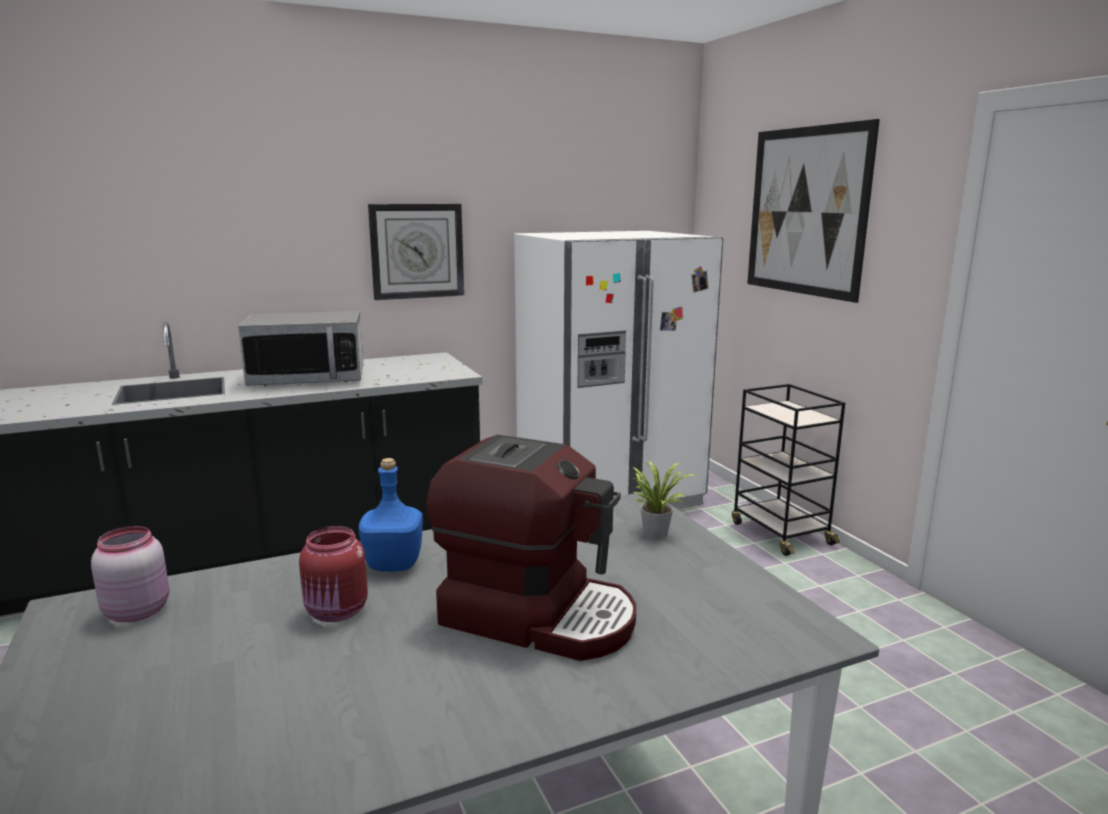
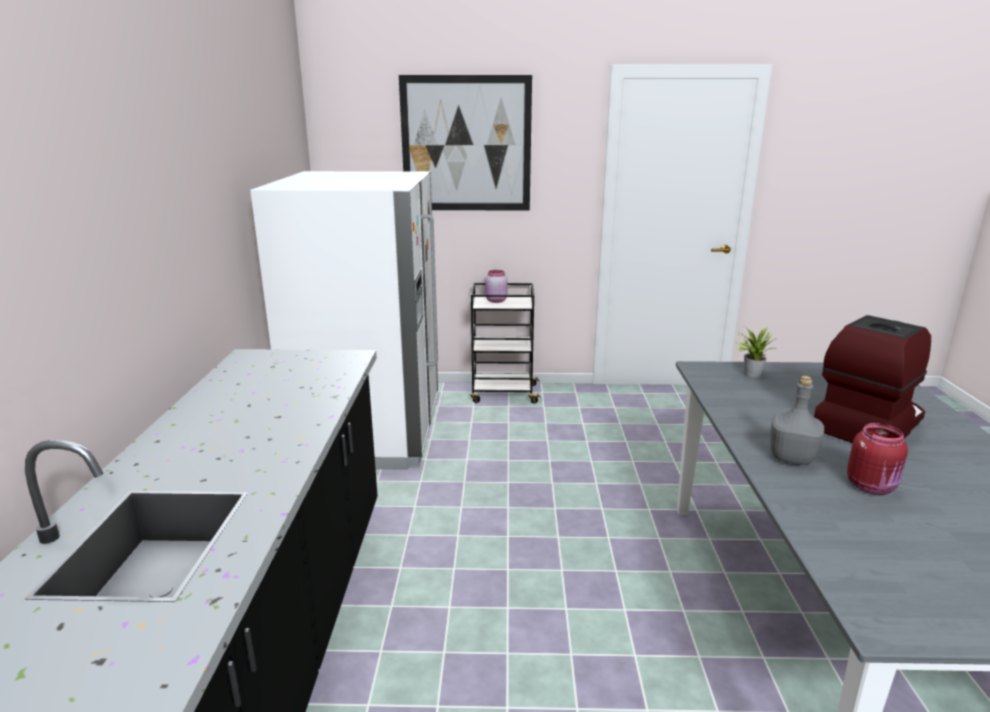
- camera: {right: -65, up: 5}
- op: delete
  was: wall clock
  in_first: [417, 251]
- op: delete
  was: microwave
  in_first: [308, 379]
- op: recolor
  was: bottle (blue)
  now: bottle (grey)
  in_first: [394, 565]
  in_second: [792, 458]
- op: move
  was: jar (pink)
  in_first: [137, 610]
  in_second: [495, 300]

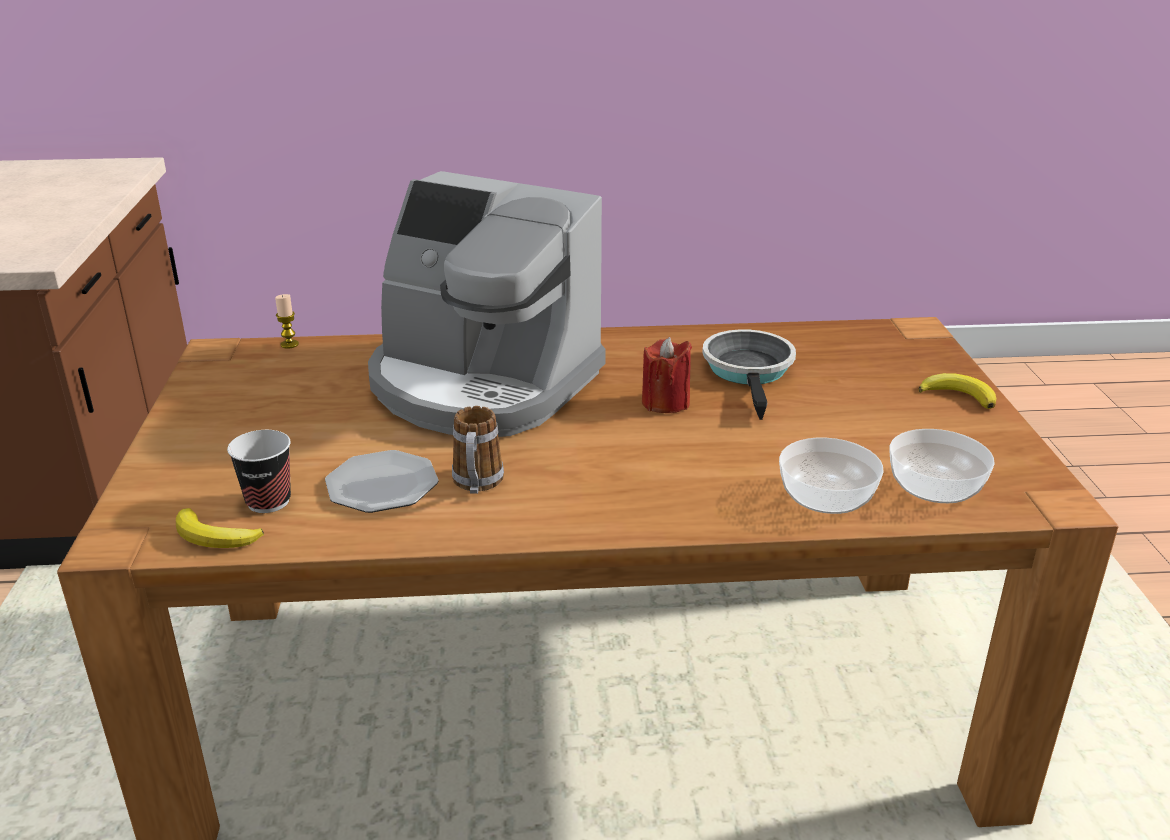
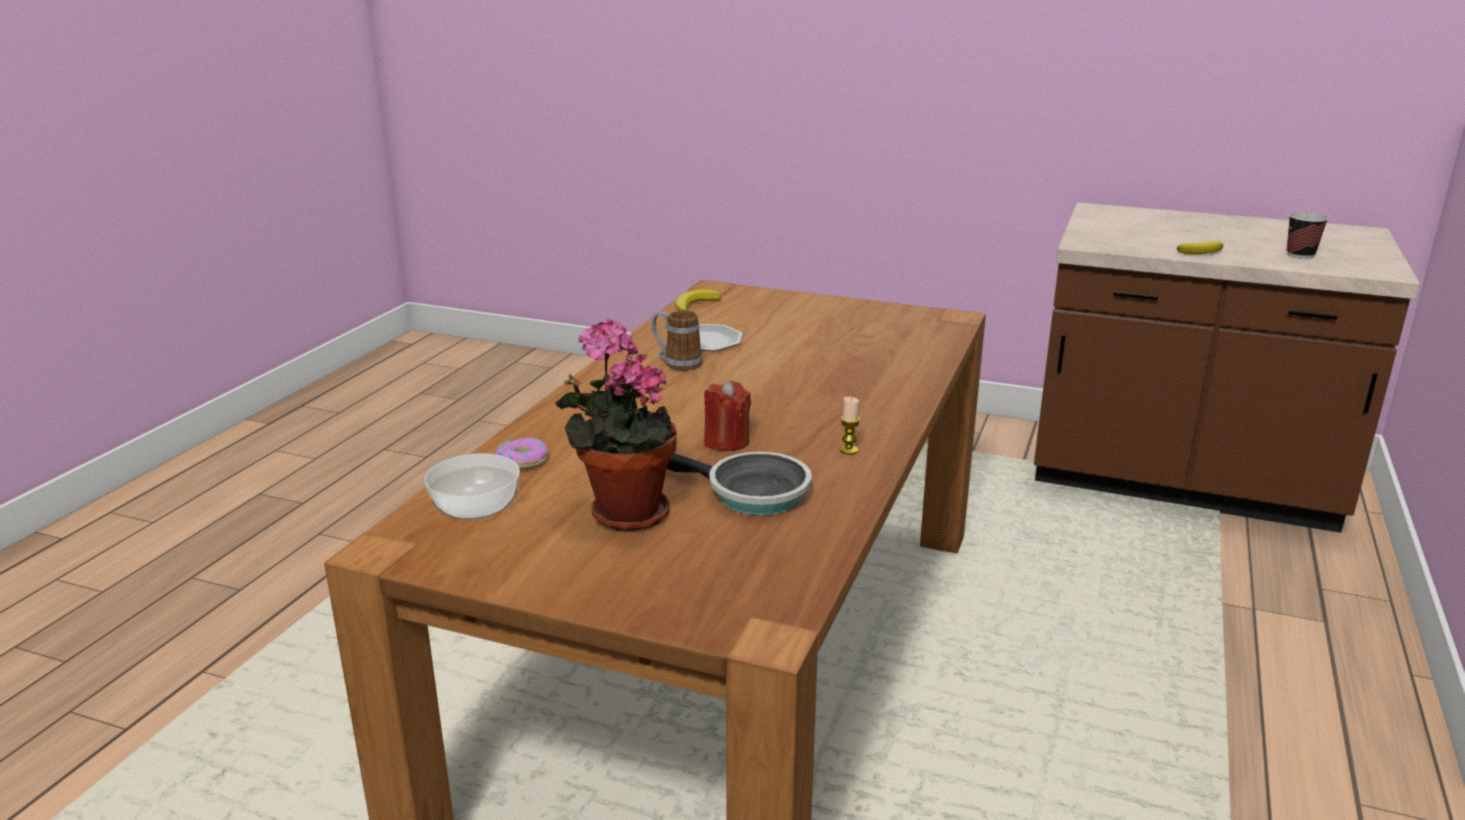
- camera: {right: 115, up: -5}
- op: delete
  was: coffee machine
  in_first: [481, 385]
- op: move
  was: candle
  in_first: [289, 344]
  in_second: [848, 450]
- op: move
  was: banana
  in_first: [958, 395]
  in_second: [1202, 251]
- op: move
  was: cup
  in_first: [268, 501]
  in_second: [1300, 255]
- op: replace
  was: bowl
  now: donut
  in_first: [827, 496]
  in_second: [522, 461]
- op: insert
  now: potted plant
  in_second: [622, 513]

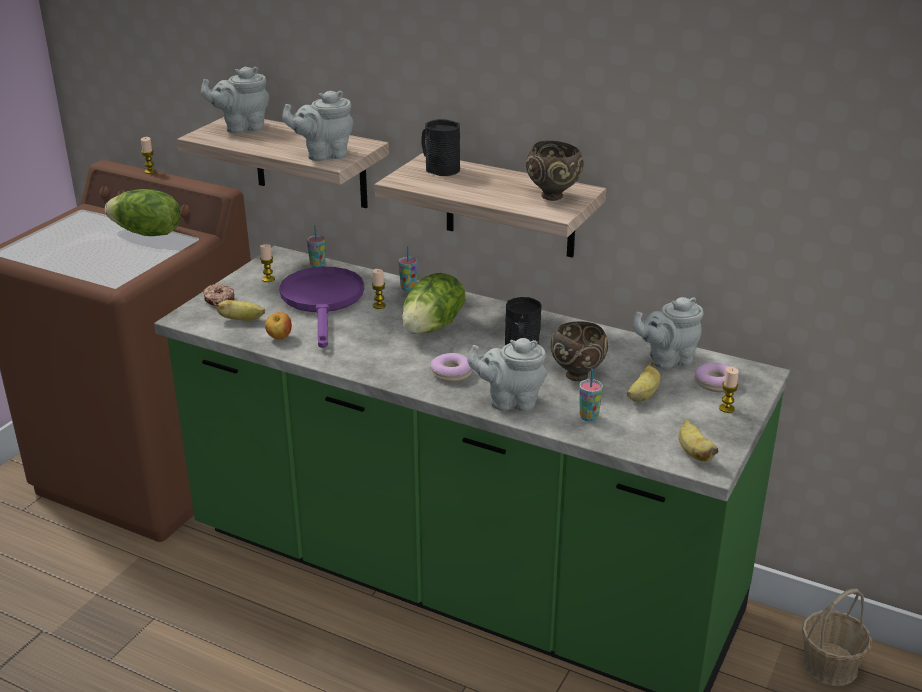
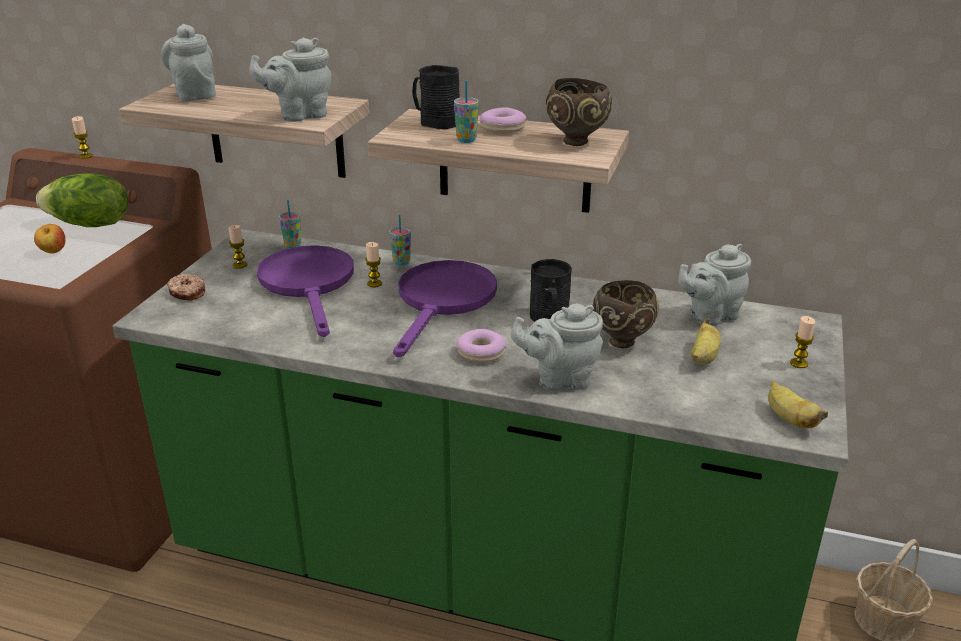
- camera: {right: -10, up: 0}
- op: rotate
  was: teapot (grey)
  in_first: [242, 128]
  in_second: [195, 94]
  clockwise: 90
- op: replace
  was: lettuce
  now: frying pan (purple)
  in_first: [433, 326]
  in_second: [443, 301]
- op: delete
  was: banana
  in_first: [242, 320]
- op: move
  was: apple
  in_first: [279, 338]
  in_second: [53, 252]
- op: move
  was: donut
  in_first: [715, 383]
  in_second: [502, 128]
- op: move
  was: cup
  in_first: [589, 417]
  in_second: [466, 140]

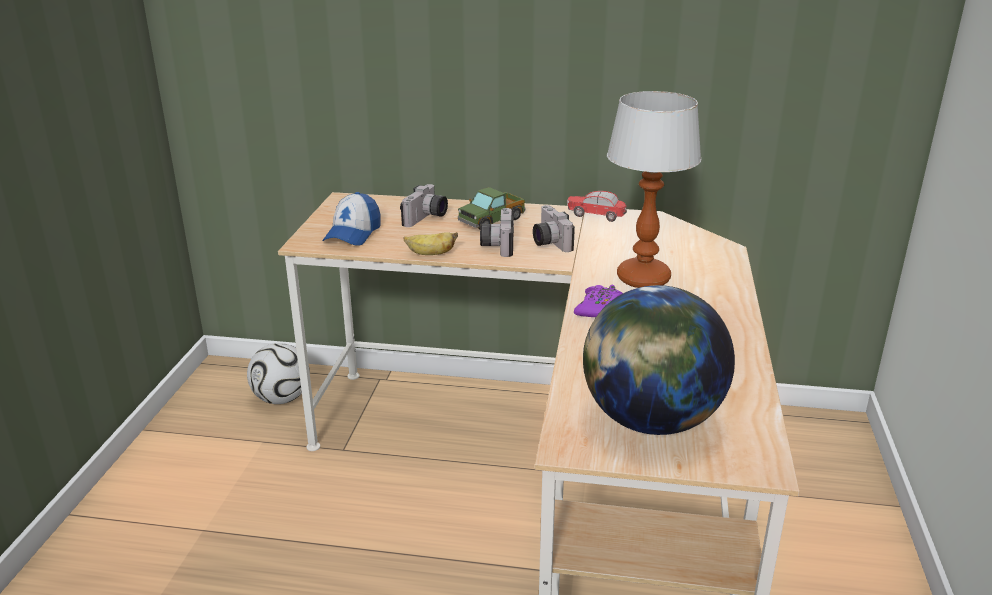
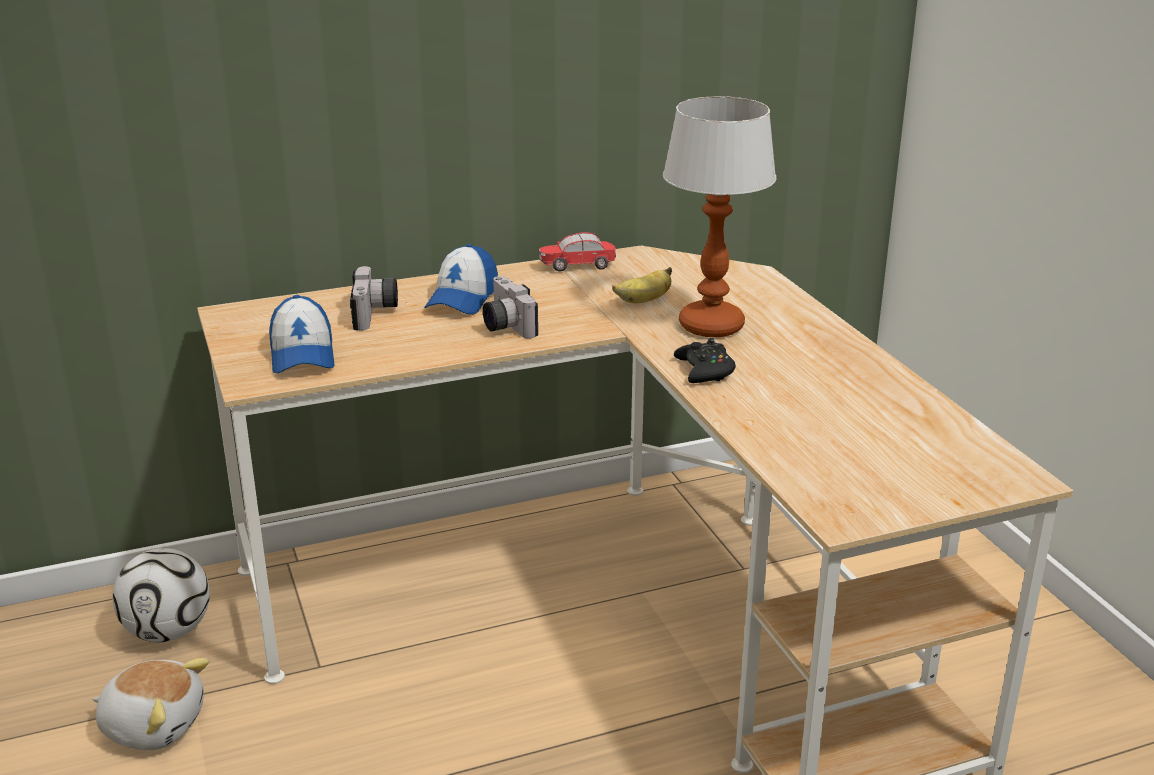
- camera: {right: -30, up: 0}
- op: replace
  was: toy truck
  now: cap
  in_first: [492, 221]
  in_second: [462, 299]
- op: delete
  was: photo camera
  in_first: [548, 242]
- op: move
  was: banana
  in_first: [430, 254]
  in_second: [644, 301]
- op: recolor
  was: game controller (purple)
  now: game controller (black)
  in_first: [599, 309]
  in_second: [705, 370]
- op: delete
  was: globe
  in_first: [650, 421]
- op: insert
  now: plush toy
  in_second: [154, 724]

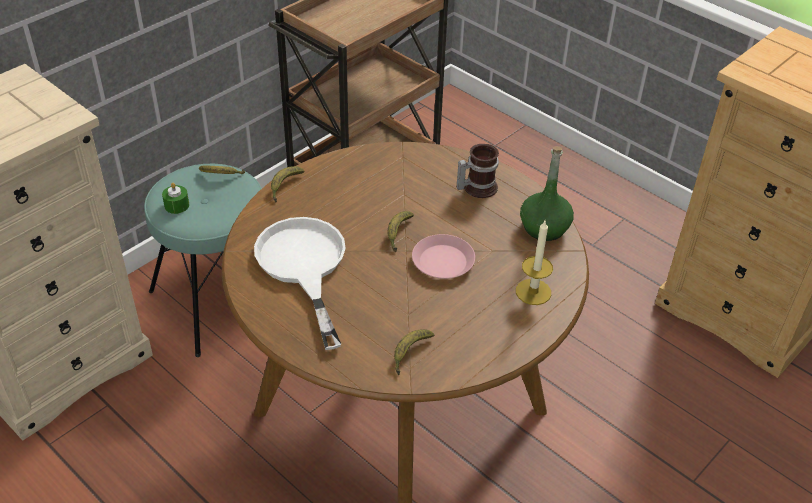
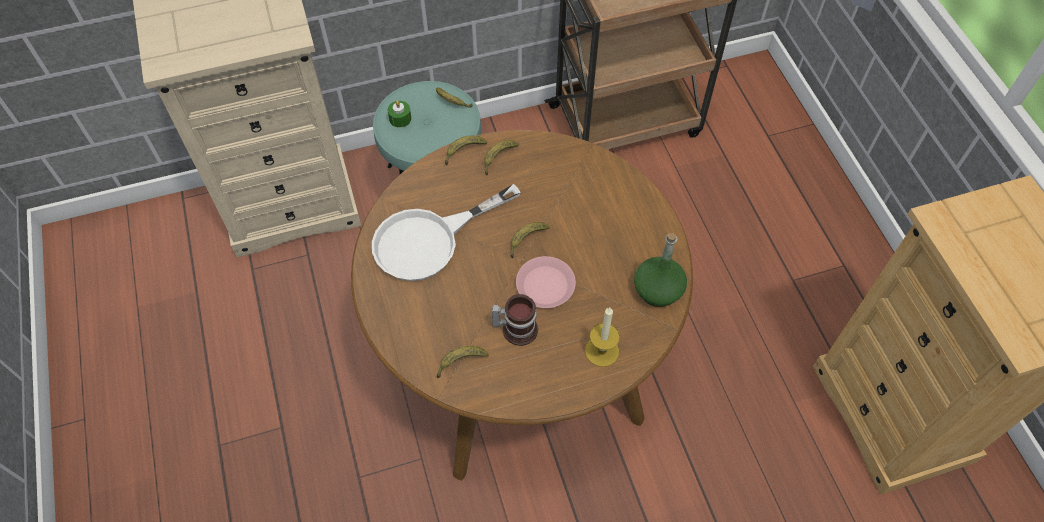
- camera: {right: 30, up: 15}
- op: move
  was: mug
  in_first: [476, 187]
  in_second: [516, 327]
- op: rotate
  was: frying pan (white)
  in_first: [304, 267]
  in_second: [429, 240]
  clockwise: -135
- op: insert
  now: banana
  in_second: [498, 158]

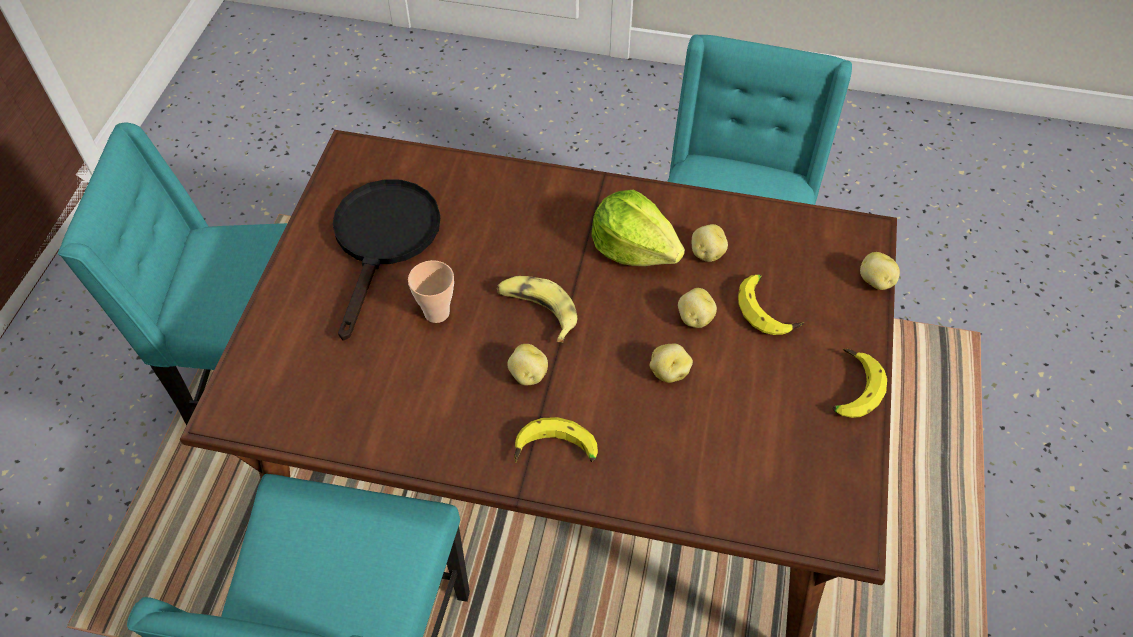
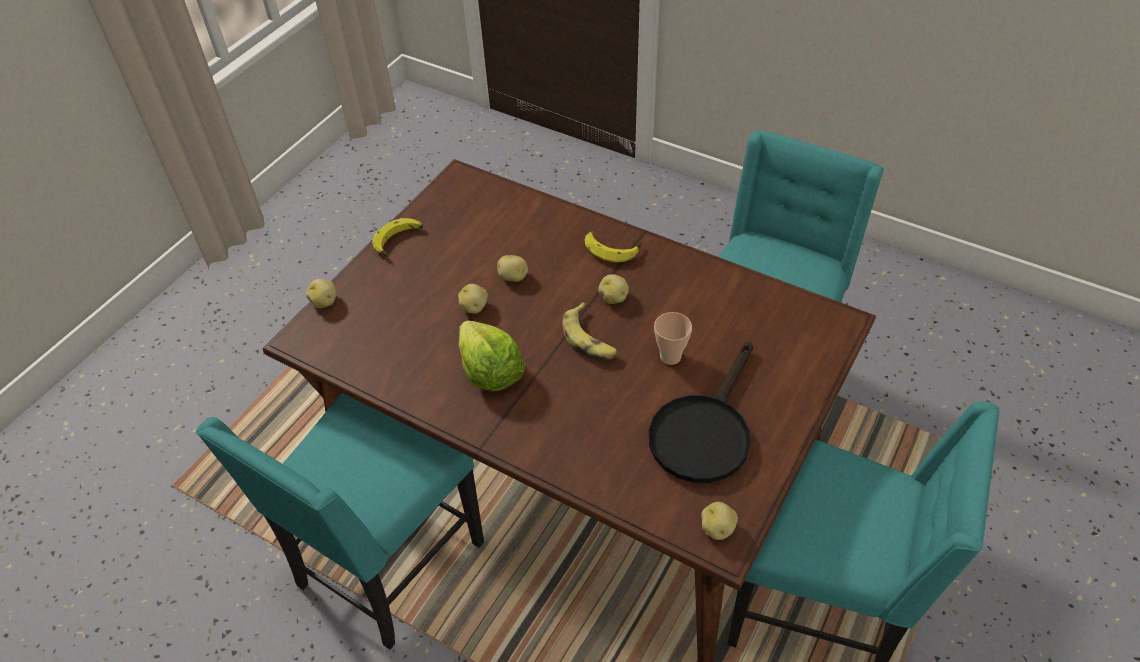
- camera: {right: -160, up: -5}
- op: move
  was: potato
  in_first: [706, 253]
  in_second: [718, 528]
- op: delete
  was: banana
  in_first: [768, 309]

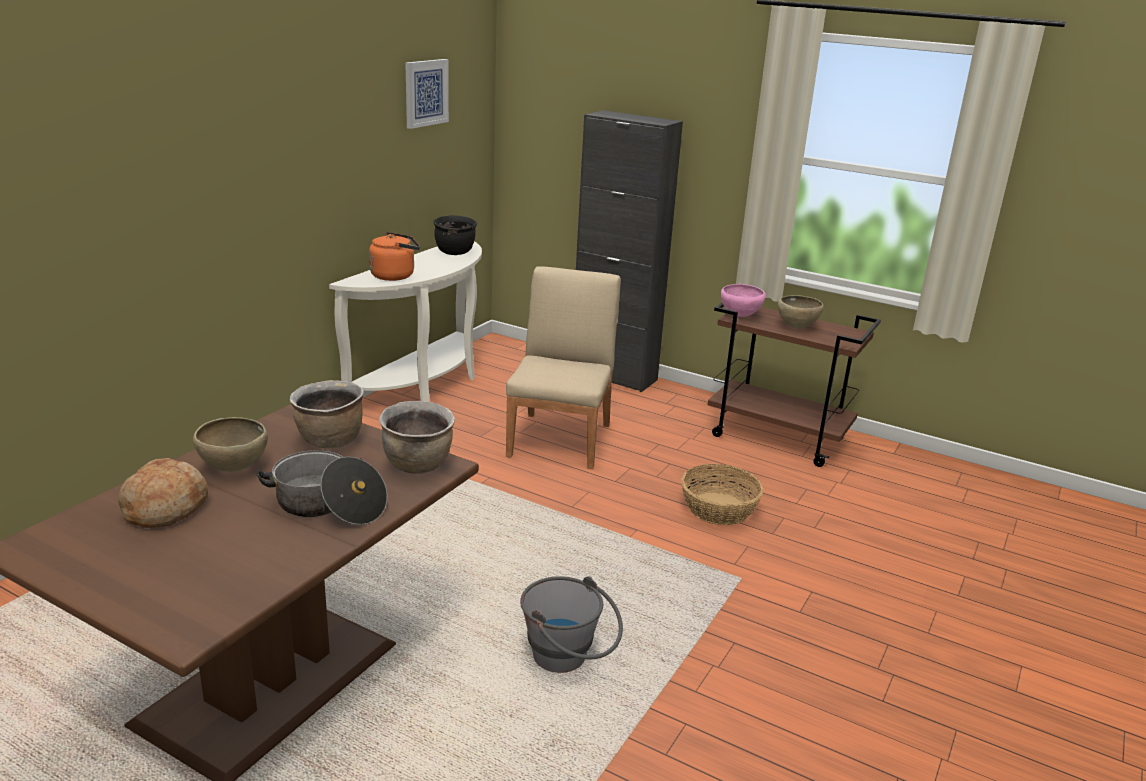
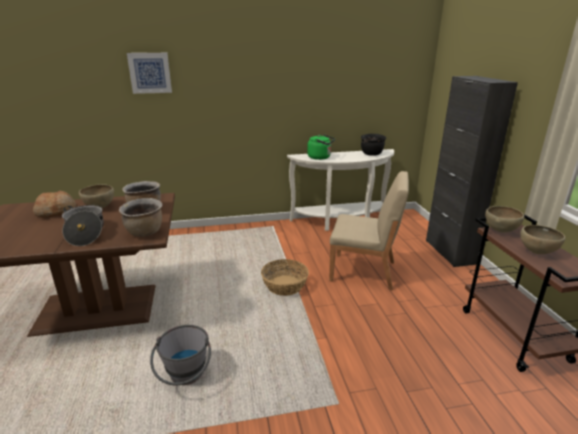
- camera: {right: 50, up: 0}
- op: move
  was: picture
  in_first: [426, 93]
  in_second: [150, 73]
- op: recolor
  was: kettle (orange)
  now: kettle (green)
  in_first: [395, 276]
  in_second: [320, 157]
- op: rotate
  was: chair (beige)
  in_first: [560, 439]
  in_second: [364, 271]
  clockwise: 45
- op: recolor
  was: bowl (pink)
  now: bowl (brown)
  in_first: [740, 315]
  in_second: [500, 231]
- op: move
  was: basket
  in_first: [719, 509]
  in_second: [285, 285]

